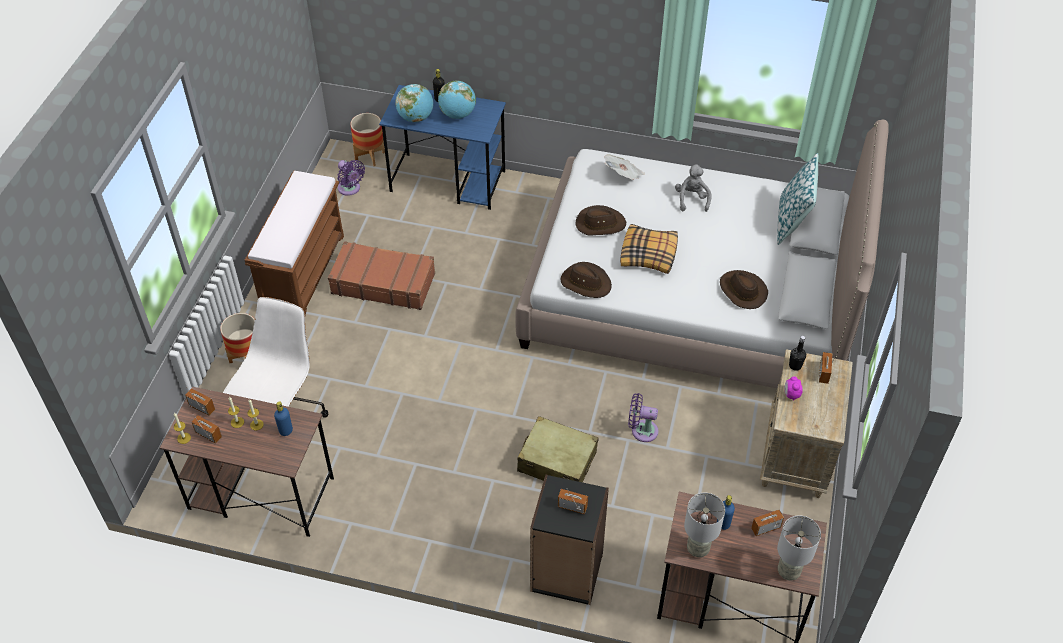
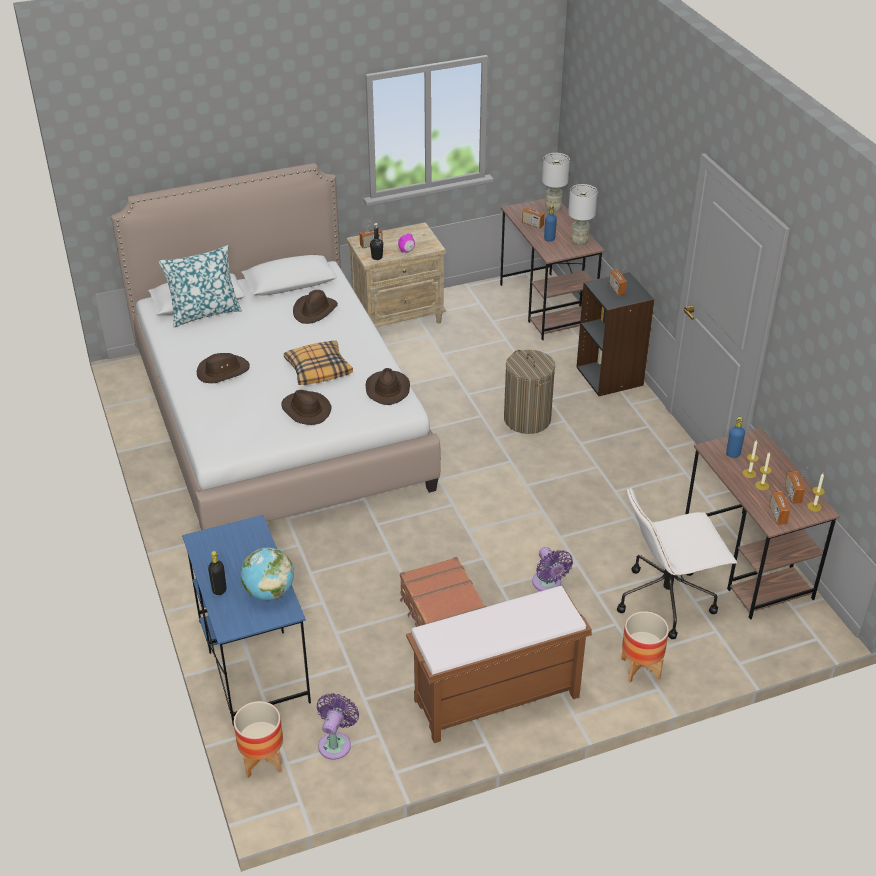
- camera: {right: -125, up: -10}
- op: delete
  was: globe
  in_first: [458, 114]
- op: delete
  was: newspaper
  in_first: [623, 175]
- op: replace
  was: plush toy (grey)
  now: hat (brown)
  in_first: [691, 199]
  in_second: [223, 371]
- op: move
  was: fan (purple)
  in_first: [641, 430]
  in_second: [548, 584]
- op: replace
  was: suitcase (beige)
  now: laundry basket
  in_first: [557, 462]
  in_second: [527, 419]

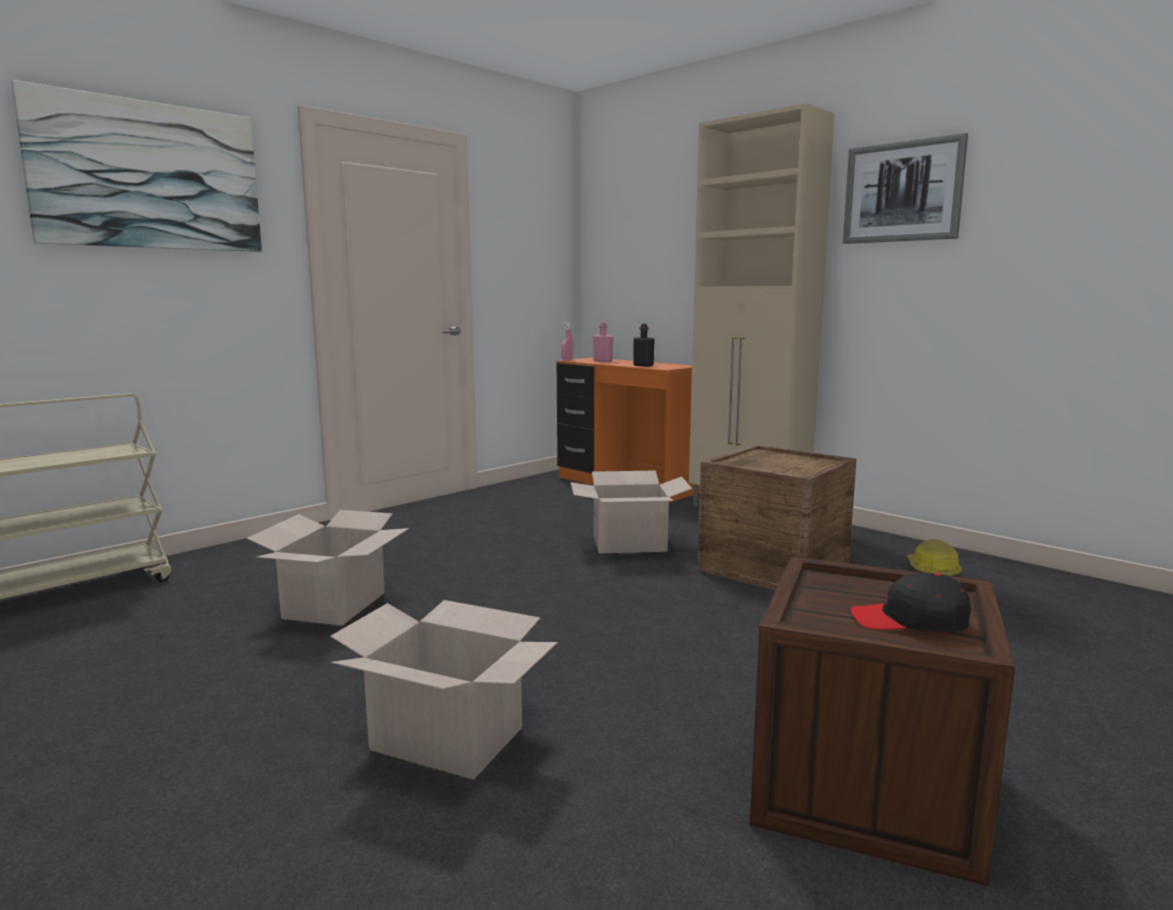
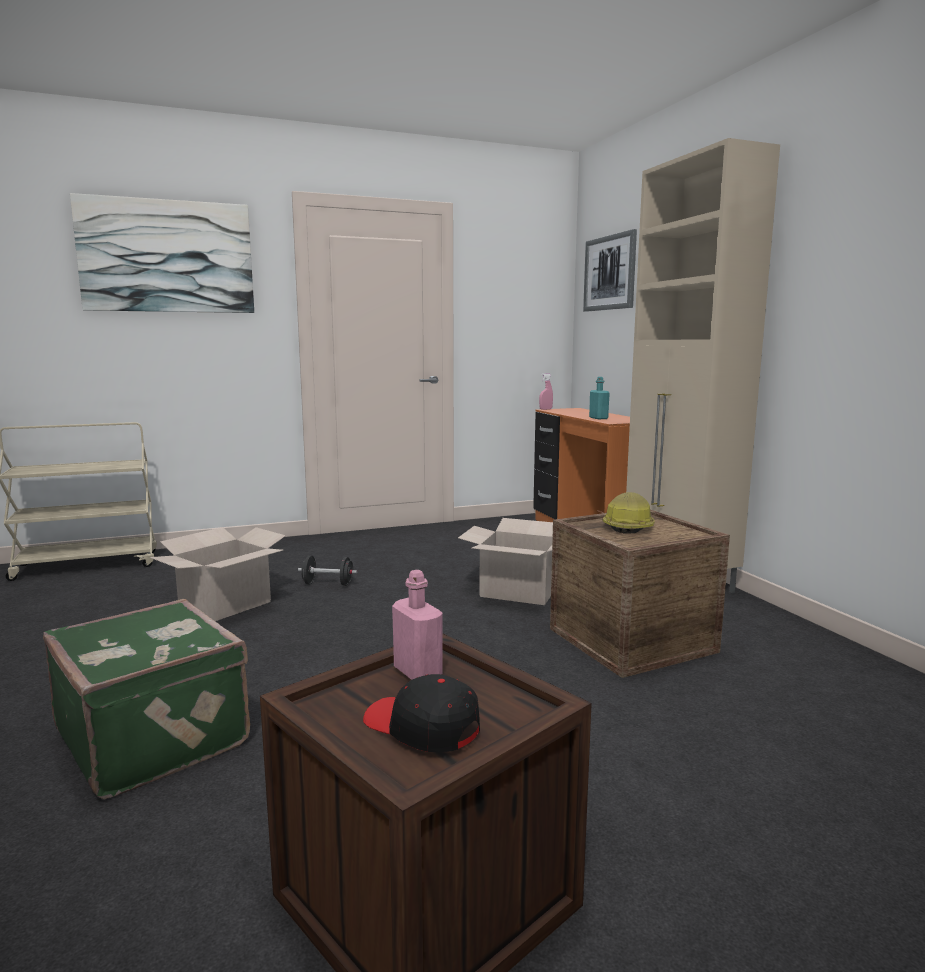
- camera: {right: 25, up: 0}
- op: move
  was: picture
  in_first: [902, 192]
  in_second: [610, 273]
- op: move
  was: bottle (pink)
  in_first: [603, 361]
  in_second: [417, 673]
- op: recolor
  was: bottle (black)
  now: bottle (turquoise)
  in_first: [643, 365]
  in_second: [598, 418]
- op: move
  was: hard hat
  in_first: [931, 571]
  in_second: [628, 526]
- op: replace
  was: cardboard box
  now: suitcase (green)
  in_first: [446, 739]
  in_second: [156, 736]
- op: insert
  now: dumbbell (black)
  in_second: [328, 584]

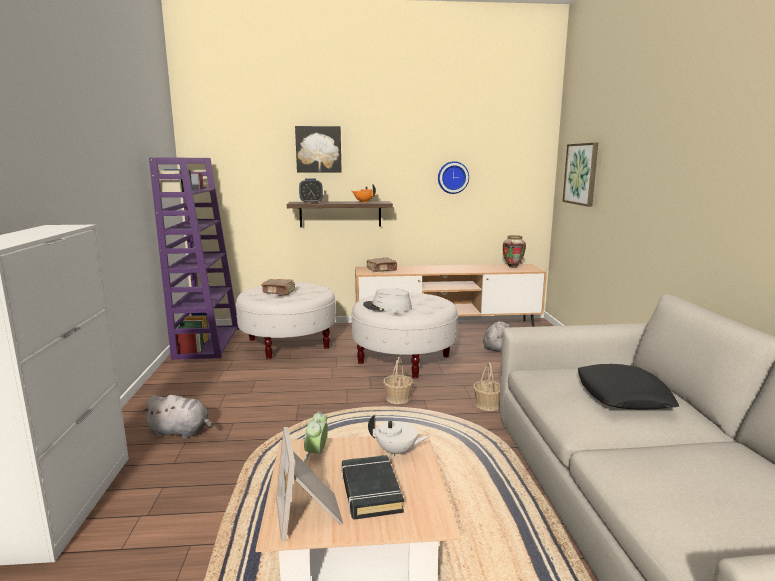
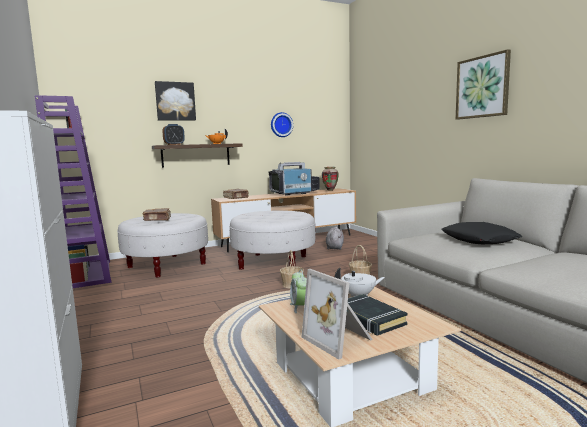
- camera: {right: -20, up: -5}
- op: move
  was: picture
  in_first: [581, 174]
  in_second: [482, 87]
- op: delete
  was: hat (grey)
  in_first: [387, 307]
- op: delete
  was: plush toy (grey)
  in_first: [181, 432]
- op: insert
  now: television
  in_second: [295, 193]

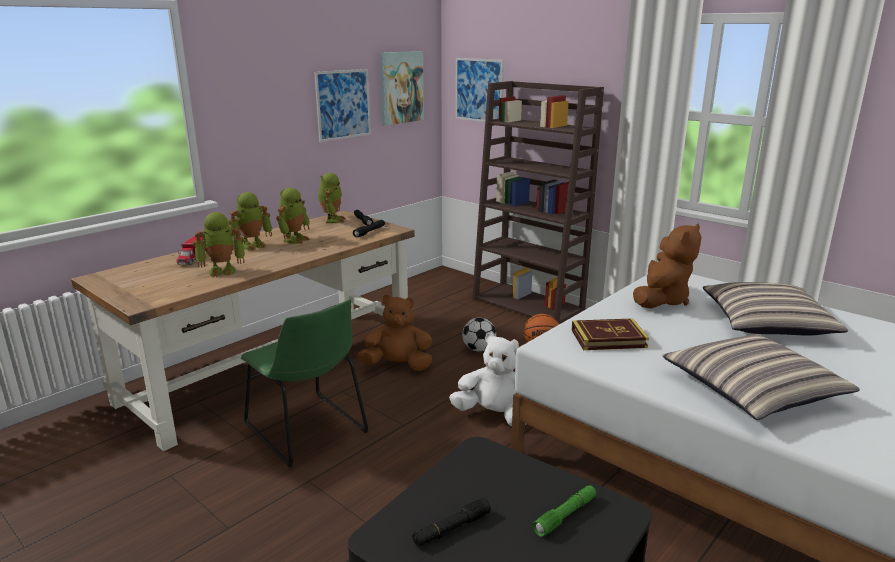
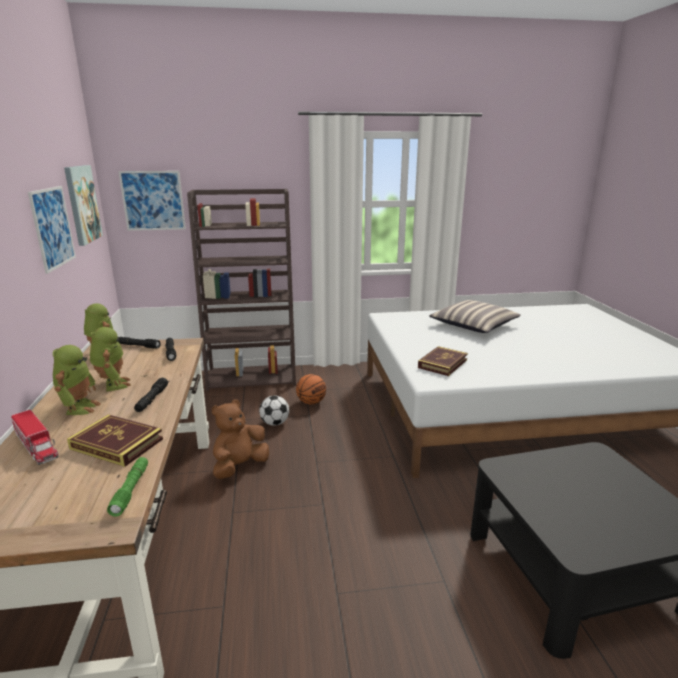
- camera: {right: -50, up: 0}
- op: replace
  was: toy robot
  now: book
  in_first: [223, 271]
  in_second: [117, 444]
- op: delete
  was: plush toy (brown)
  in_first: [661, 300]
- op: delete
  was: chair (green)
  in_first: [308, 430]
- op: delete
  was: plush toy (white)
  in_first: [494, 415]
- op: delete
  was: pillow
  in_first: [752, 389]
- op: move
  was: flashlight (green)
  in_first: [565, 515]
  in_second: [131, 490]
- op: move
  was: flashlight (black)
  in_first: [451, 529]
  in_second: [152, 399]

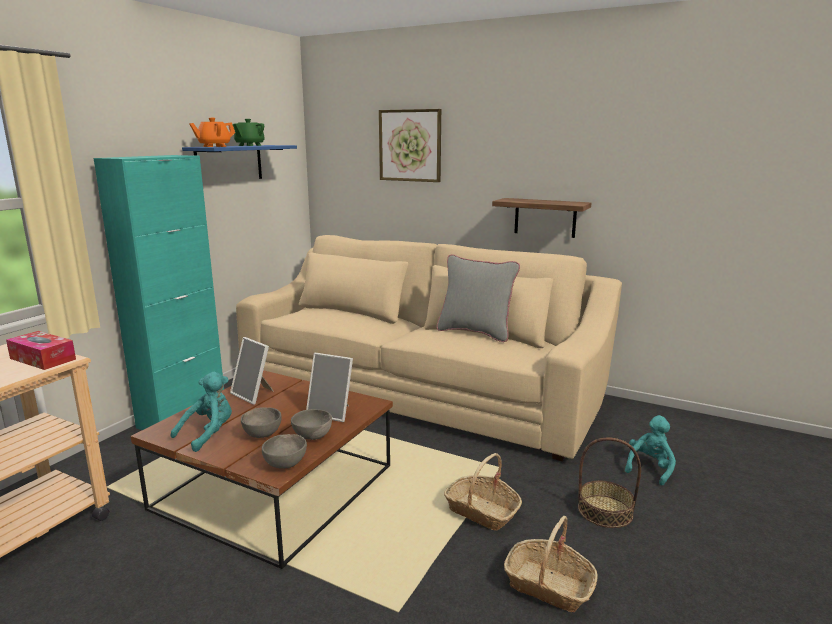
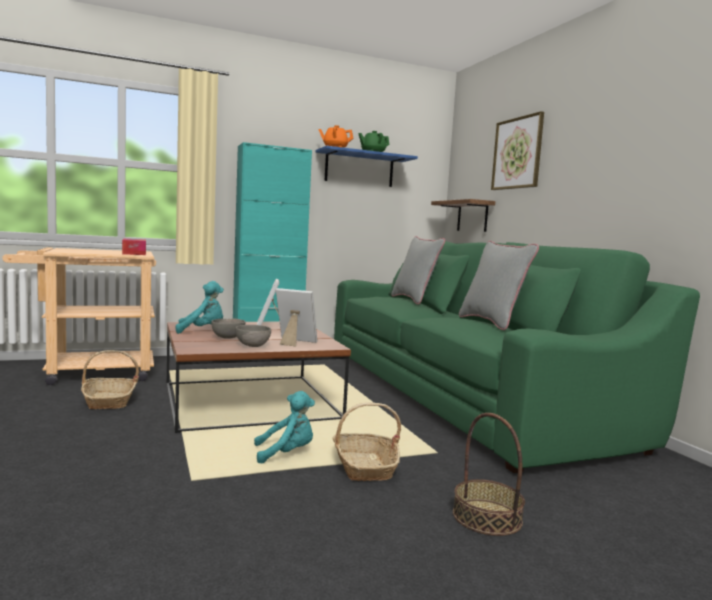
- camera: {right: 40, up: -10}
- op: move
  was: shelf
  in_first: [545, 217]
  in_second: [472, 216]
- op: recolor
  was: sofa (beige)
  now: sofa (green)
  in_first: [419, 390]
  in_second: [462, 393]
- op: rotate
  was: picture frame
  in_first: [332, 412]
  in_second: [294, 342]
  clockwise: 135
- op: move
  was: plush toy (turquoise)
  in_first: [649, 468]
  in_second: [286, 454]
- op: delete
  was: bowl (grey)
  in_first: [286, 464]
- op: move
  was: basket
  in_first: [549, 585]
  in_second: [109, 401]
- op: insert
  now: pillow (grey)
  in_second: [414, 300]

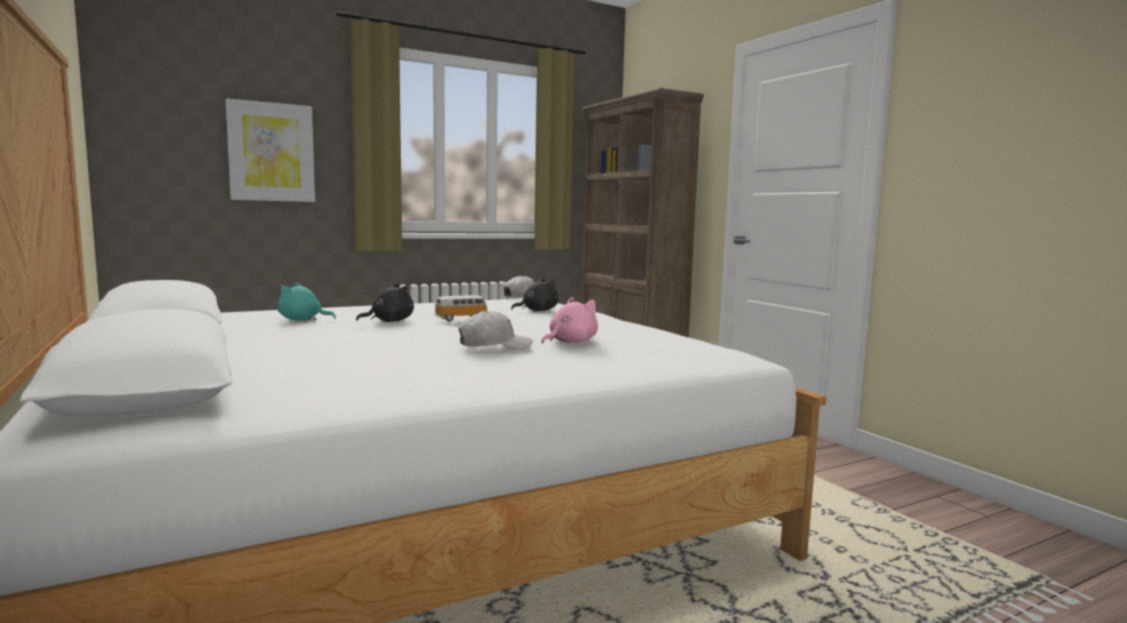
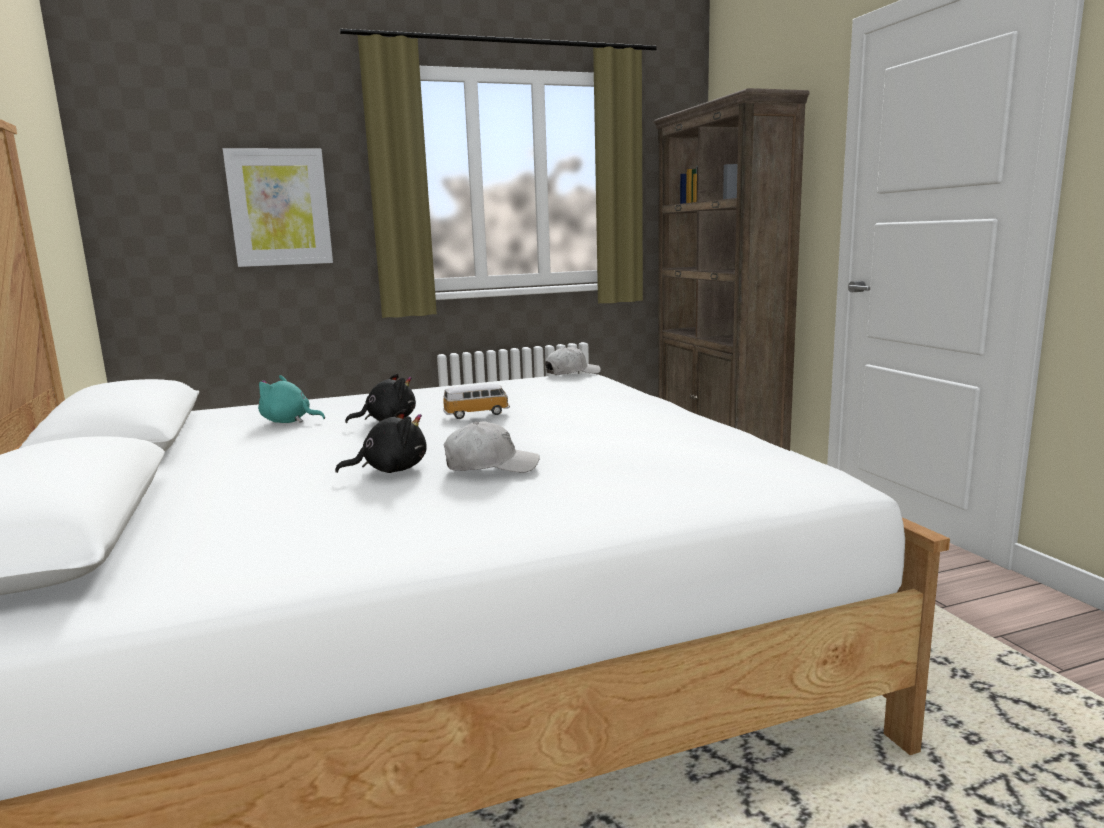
- camera: {right: 10, up: 5}
- op: move
  was: plush toy (black)
  in_first: [537, 311]
  in_second: [390, 470]
- op: delete
  was: plush toy (pink)
  in_first: [570, 342]

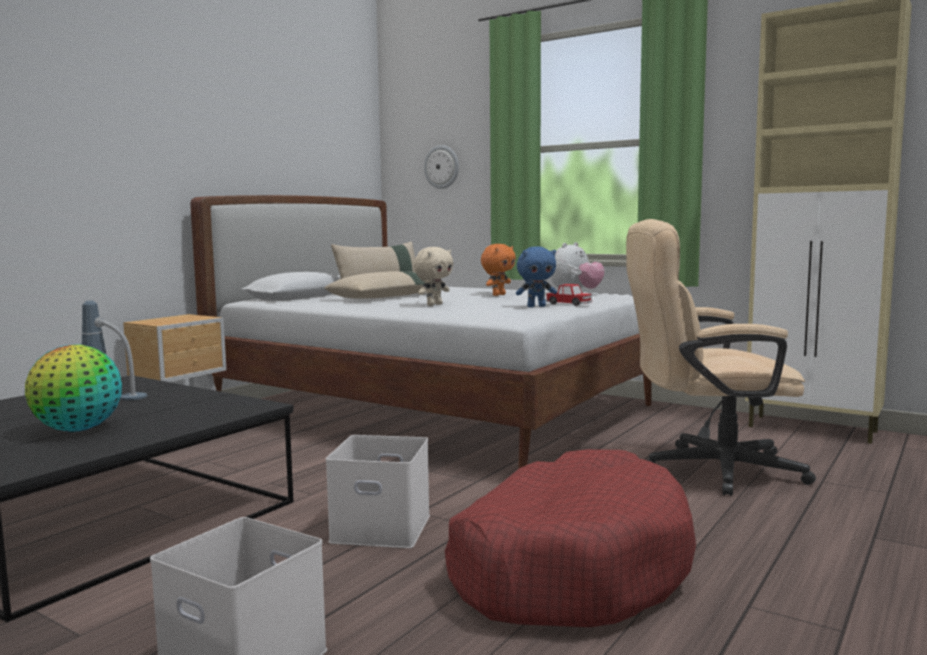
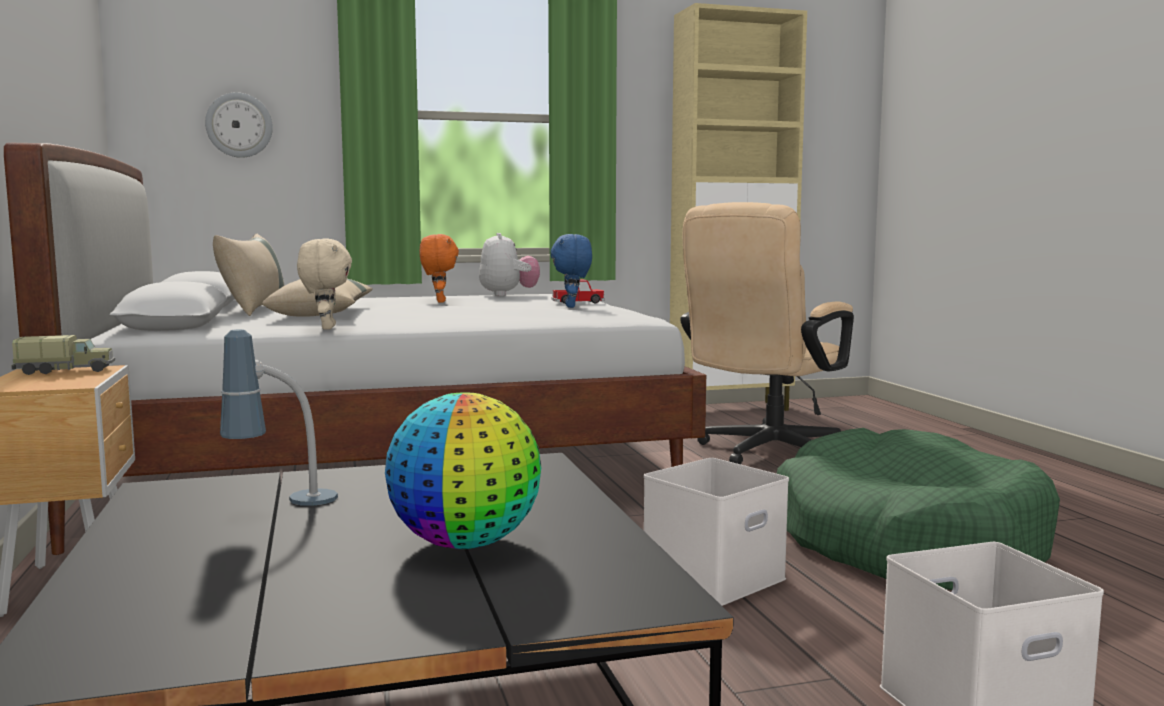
- camera: {right: -50, up: 0}
- op: rotate
  was: plush toy (blue)
  in_first: [536, 306]
  in_second: [572, 306]
  clockwise: 150
- op: move
  was: plush toy (beige)
  in_first: [434, 305]
  in_second: [326, 328]
- op: recolor
  was: dog bed (red)
  now: dog bed (green)
  in_first: [569, 566]
  in_second: [905, 543]
- op: insert
  now: toy truck
  in_second: [66, 371]

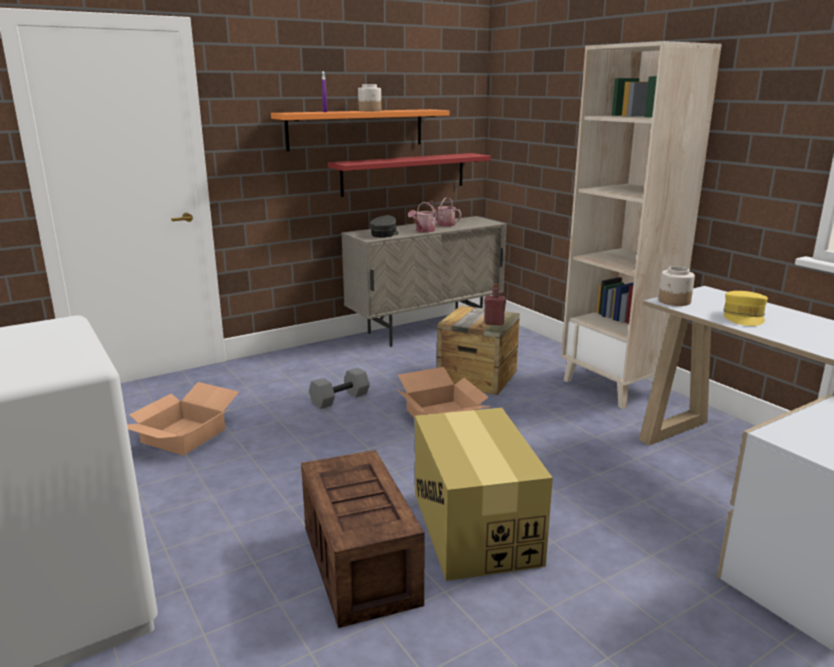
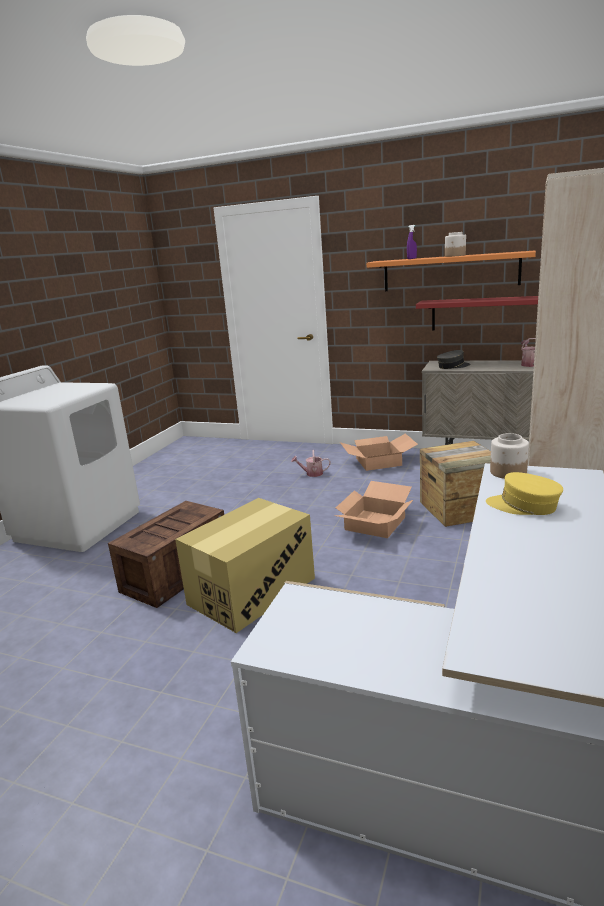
- camera: {right: 55, up: 0}
- op: move
  was: watering can
  in_first: [423, 231]
  in_second: [312, 473]
- op: delete
  was: bottle (red)
  in_first: [494, 323]
- op: rotate
  was: cap (yellow)
  in_first: [743, 317]
  in_second: [523, 506]
  clockwise: 45
- op: delete
  was: dumbbell (grey)
  in_first: [340, 398]
- op: move
  was: cardboard box
  in_first: [183, 435]
  in_second: [379, 461]

